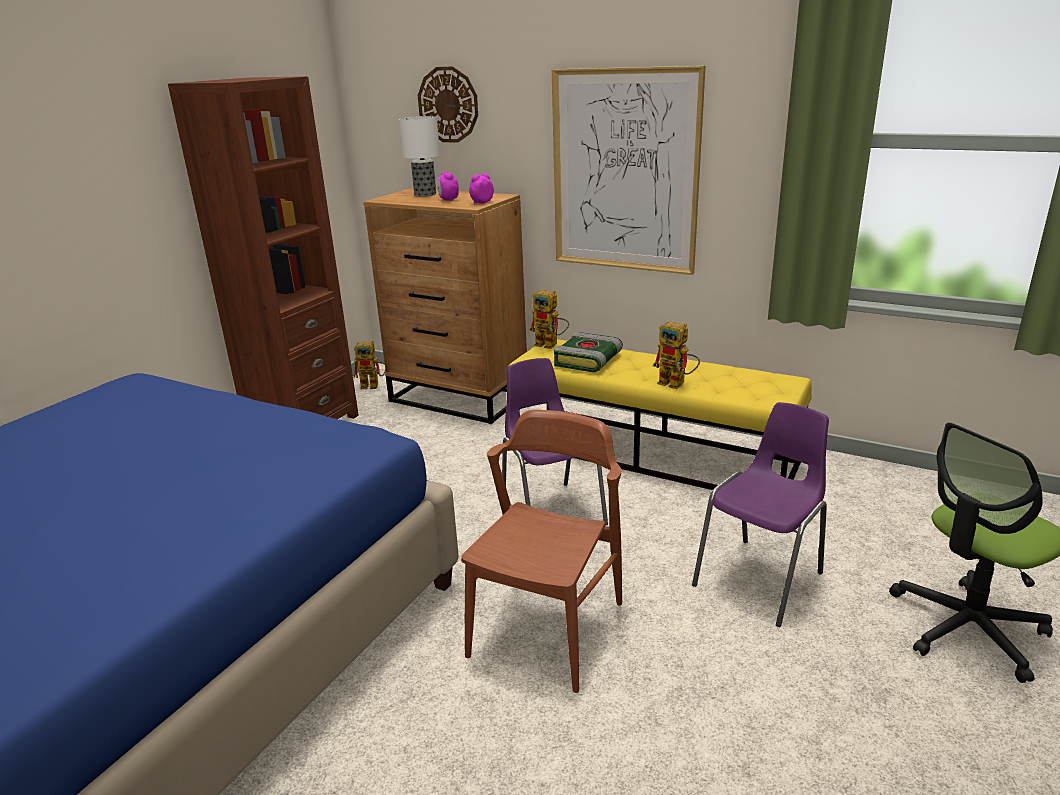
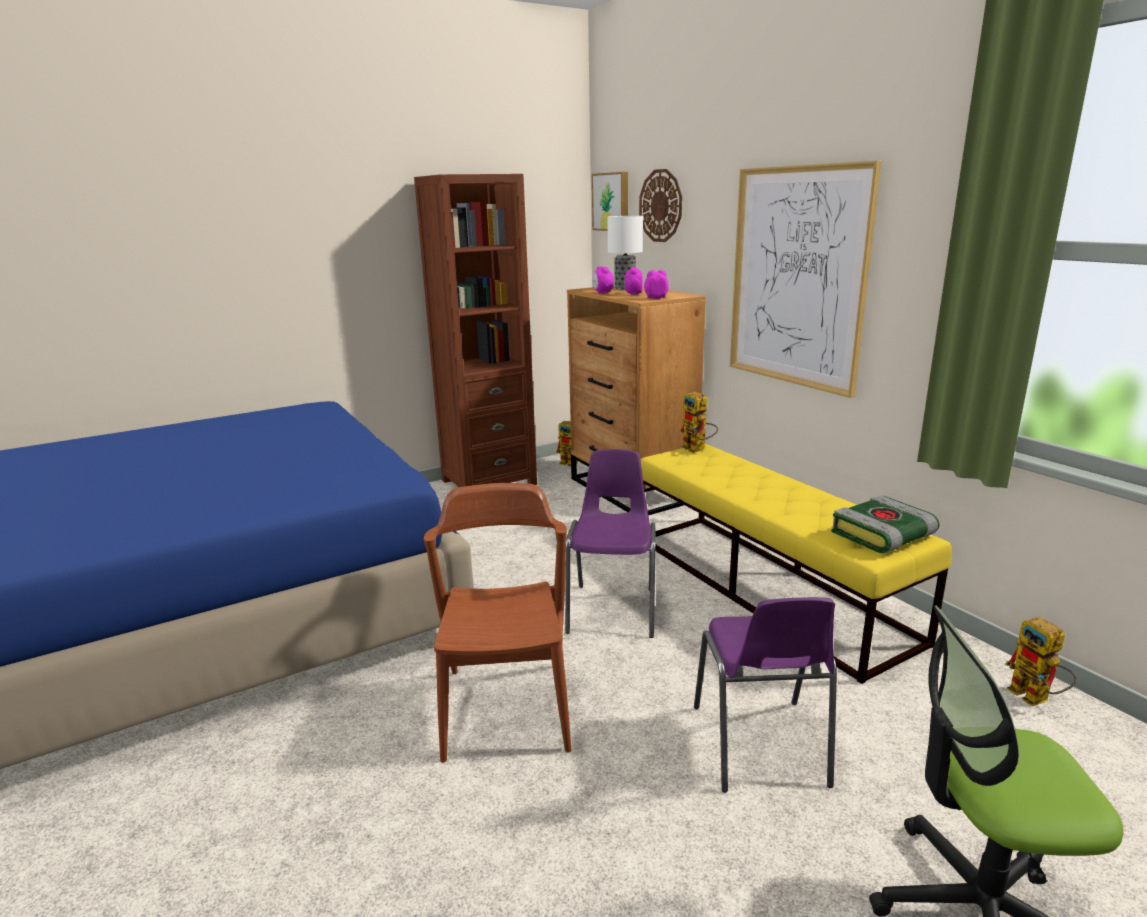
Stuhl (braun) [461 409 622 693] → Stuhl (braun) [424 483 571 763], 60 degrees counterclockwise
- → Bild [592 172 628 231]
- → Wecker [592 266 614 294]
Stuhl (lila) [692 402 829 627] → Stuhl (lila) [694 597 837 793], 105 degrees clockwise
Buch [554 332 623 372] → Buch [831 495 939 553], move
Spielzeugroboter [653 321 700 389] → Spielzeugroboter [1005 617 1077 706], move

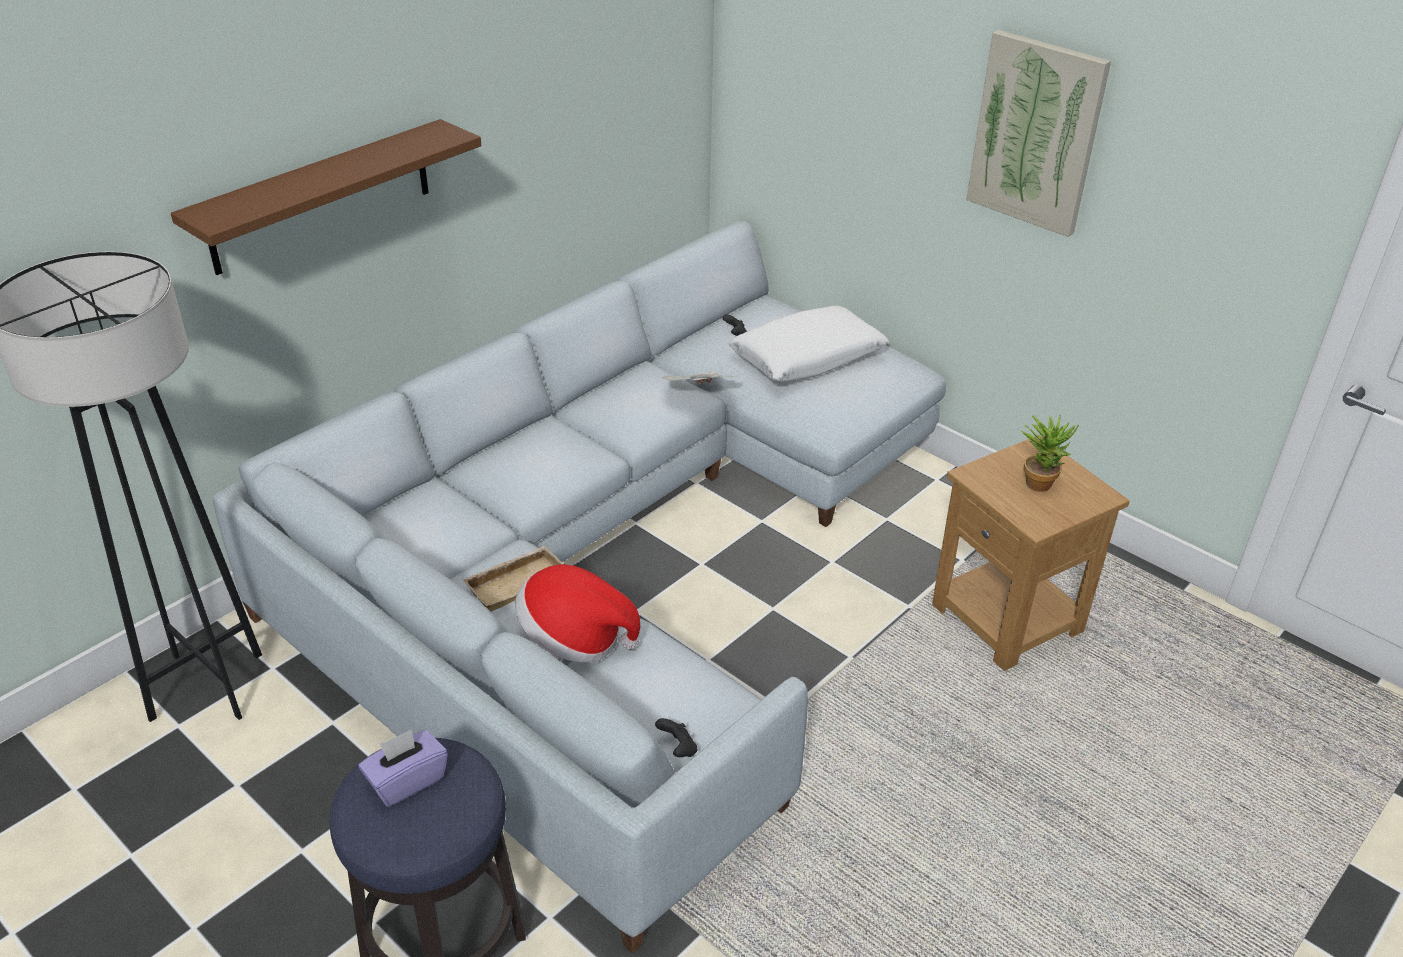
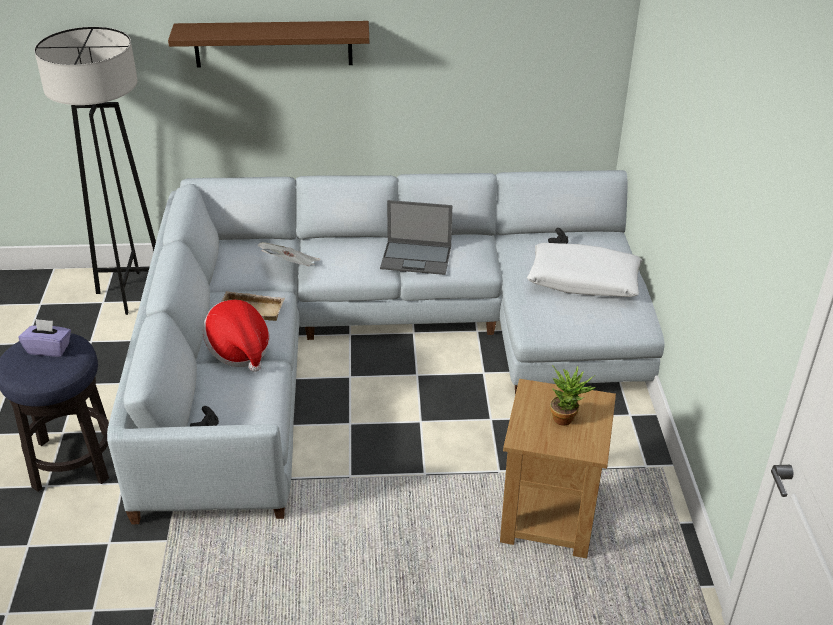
Zeitung [661 372 736 385] → Zeitung [258 242 320 266], move
- → Laptop [380 200 452 275]
Bild [966 30 1111 237] → -

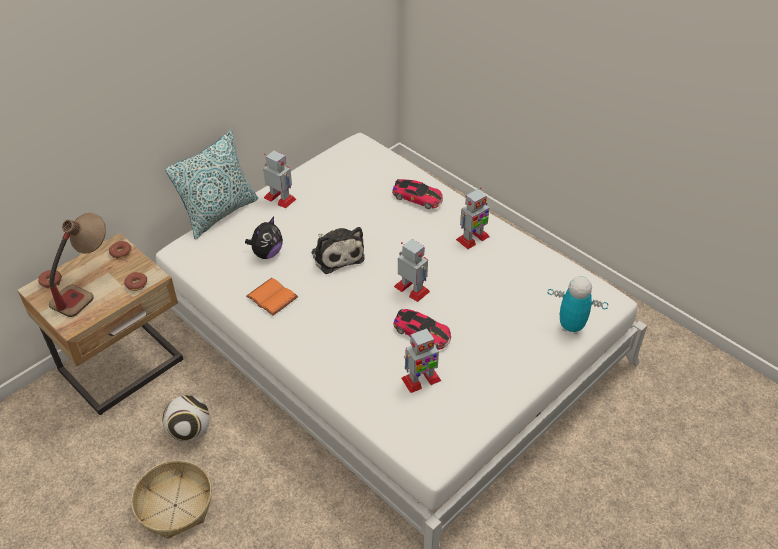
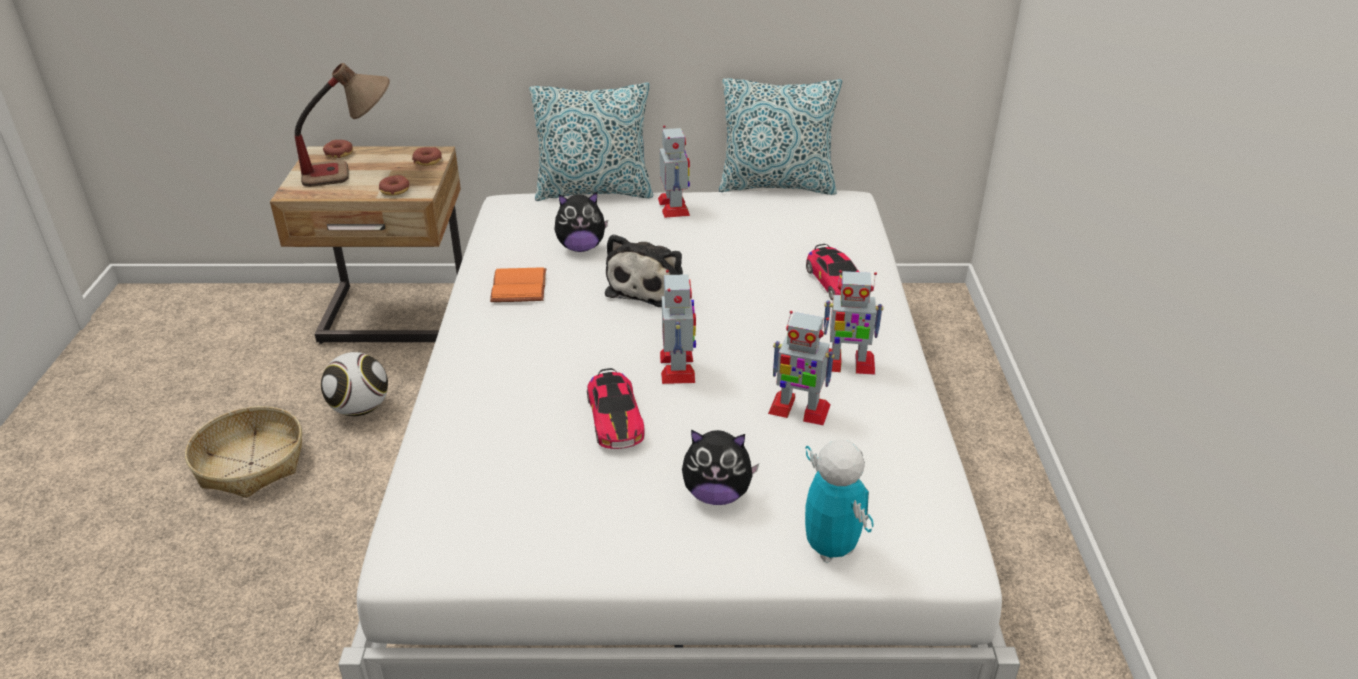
- → Plüschtier [682 430 759 505]
- → Kissen [719 78 842 195]
Spielzeugroboter [401 327 441 393] → Spielzeugroboter [768 311 835 425], move

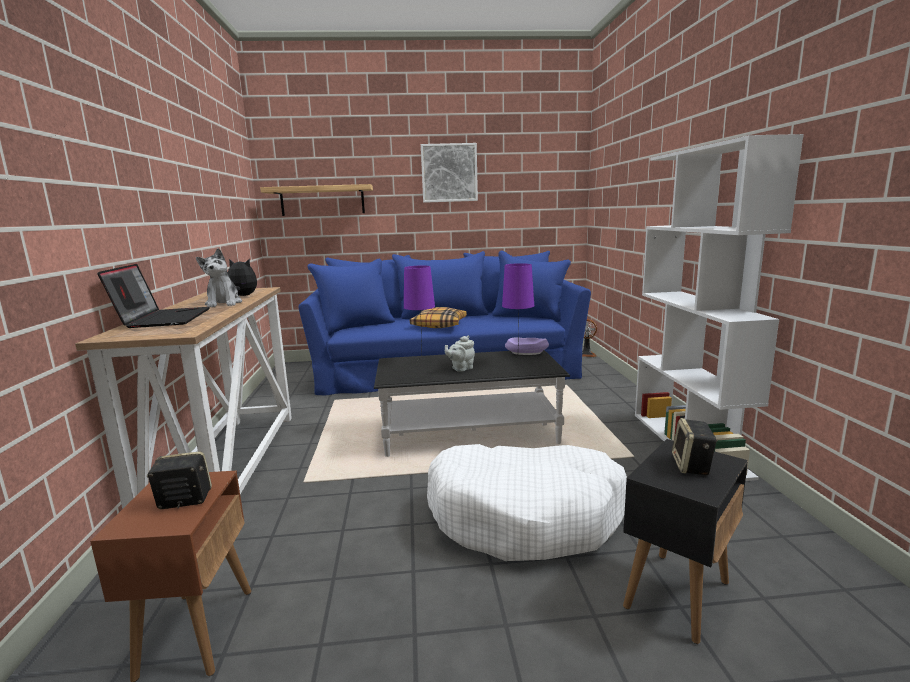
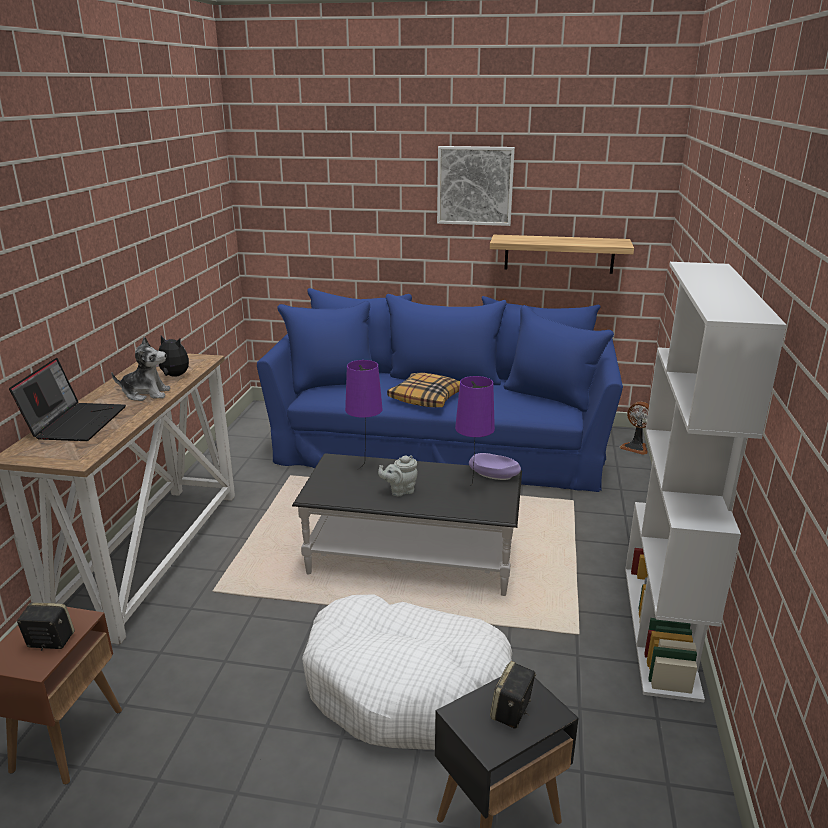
Plüschtier [196 248 242 307] → Plüschtier [111 337 171 401], 90 degrees counterclockwise
Wandregal [260 184 373 216] → Wandregal [490 235 634 274], move

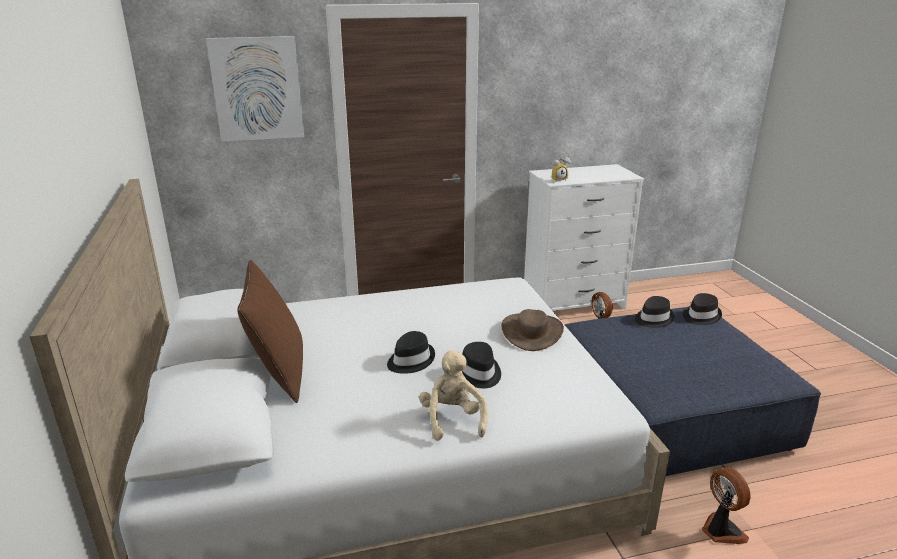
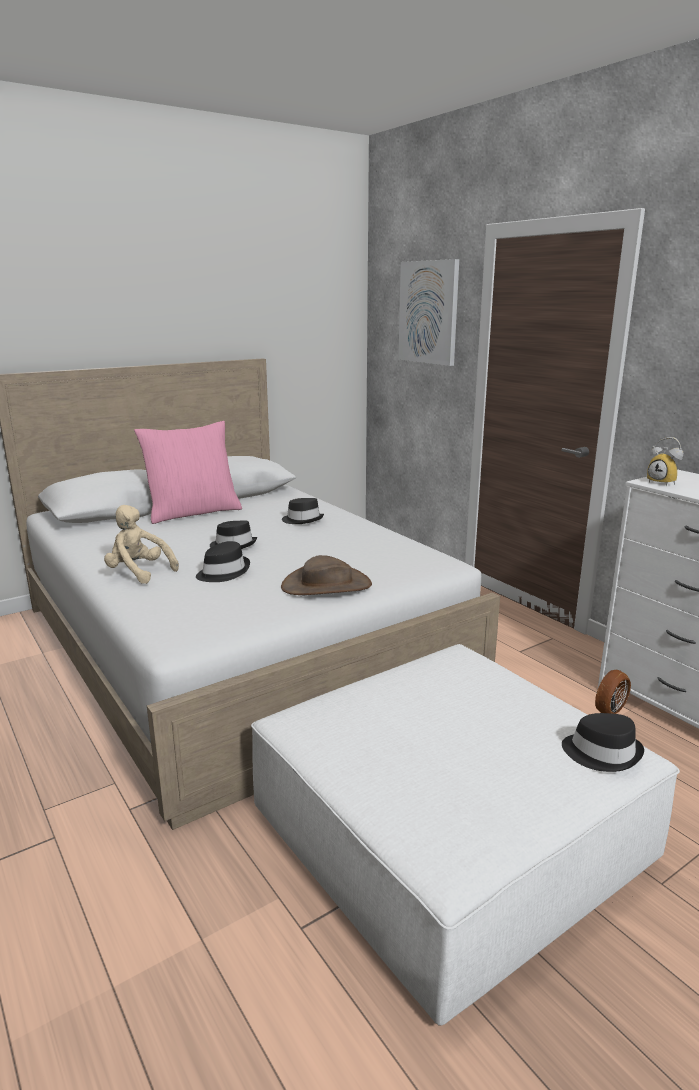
Plüschtier (beige) [419 350 488 441] → Plüschtier (beige) [104 505 179 584], 120 degrees counterclockwise
Kissen (braun) [237 260 303 403] → Kissen (rosa) [134 421 242 524]
Polsterhocker (blau) [565 307 821 476] → Polsterhocker (weiß) [251 644 680 1026]
Hut (schwarz) [635 296 674 328] → Hut (schwarz) [282 498 324 524], move
Ventilator [702 467 751 544] → -

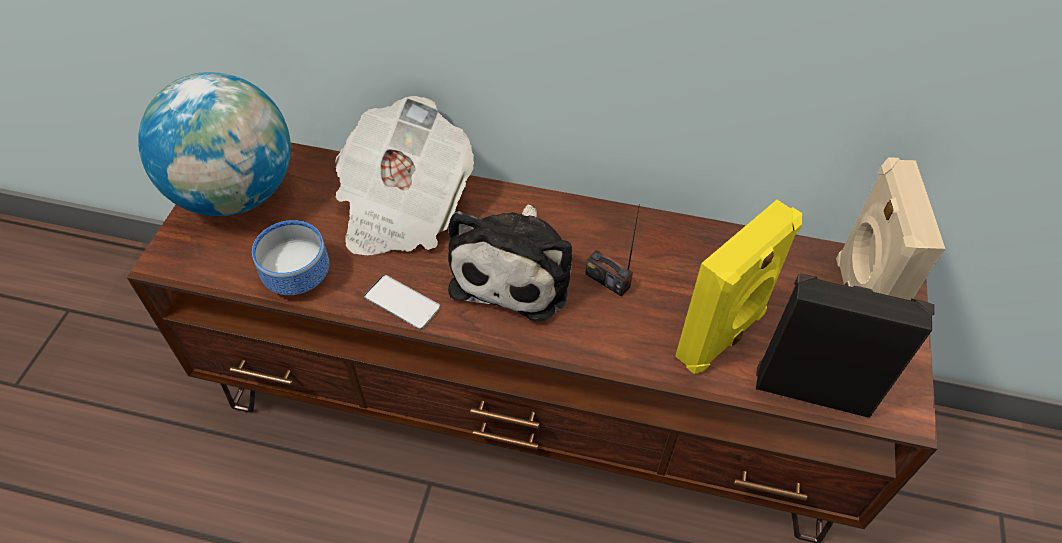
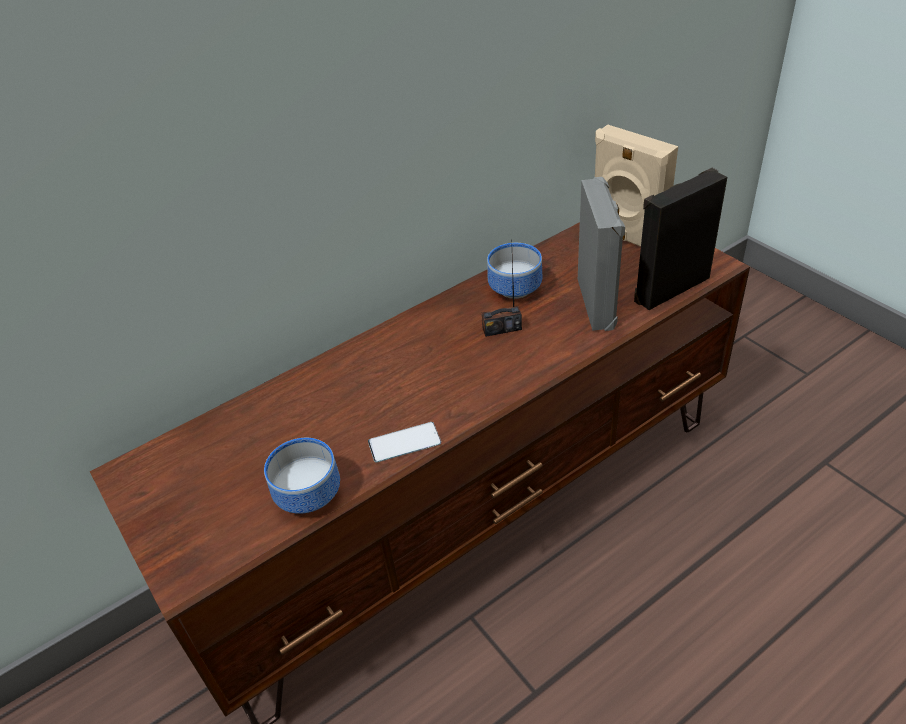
- → Schüssel [487 243 542 299]
Lautsprecher (gelb) [675 200 802 374] → Lautsprecher (grau) [578 177 625 331]
Globus [138 72 291 216] → -
Zeitung [334 96 474 255] → -
Plüschtier [448 205 572 321] → -

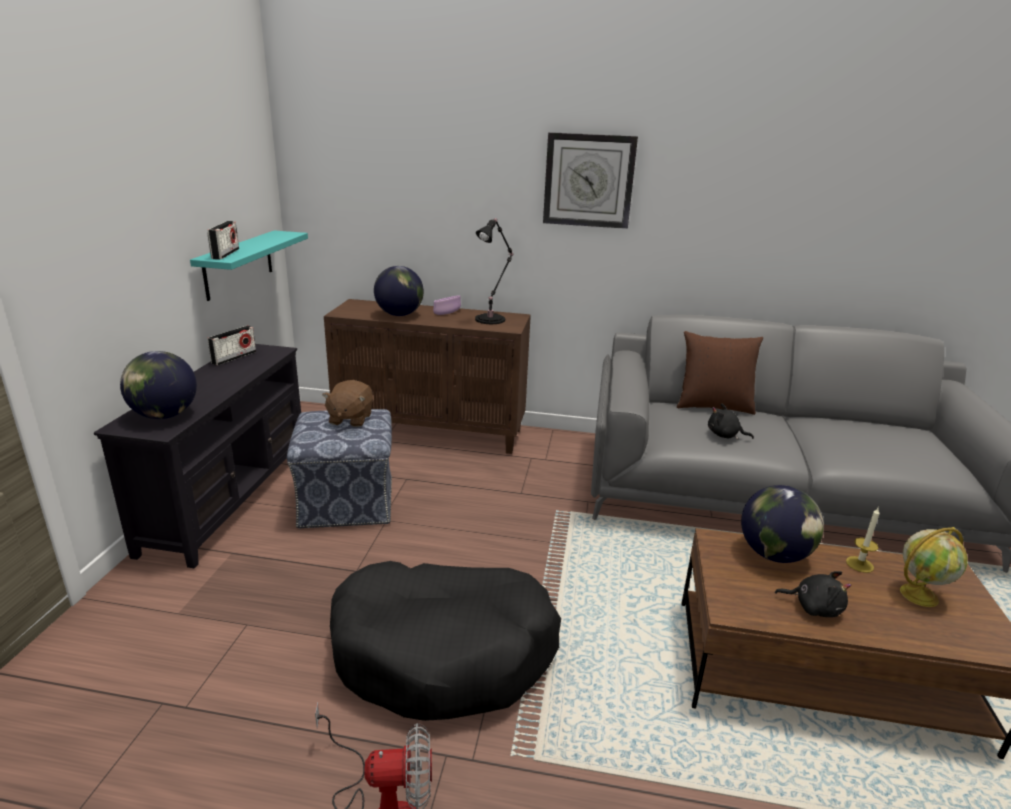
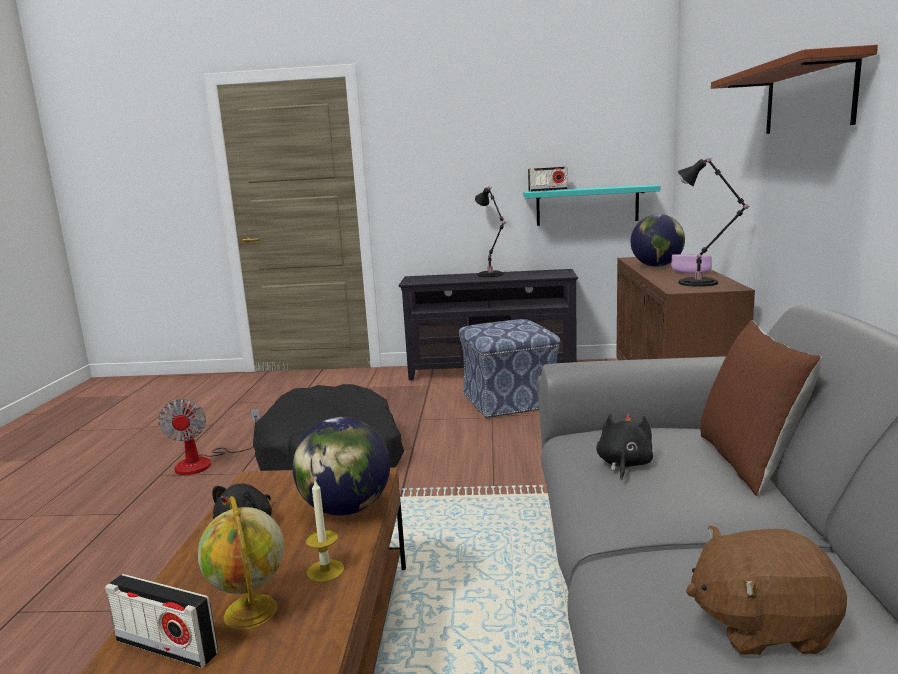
Radio [208 325 256 365] → Radio [105 574 218 668], move
- → Tischlampe (schwarz) [475 187 507 277]
Plüschtier (braun) [322 380 373 427] → Plüschtier (braun) [686 525 847 655], move
Wanduhr [543 132 638 229] → Wandregal (braun) [711 45 878 134]
Globus [120 351 197 419] → -

